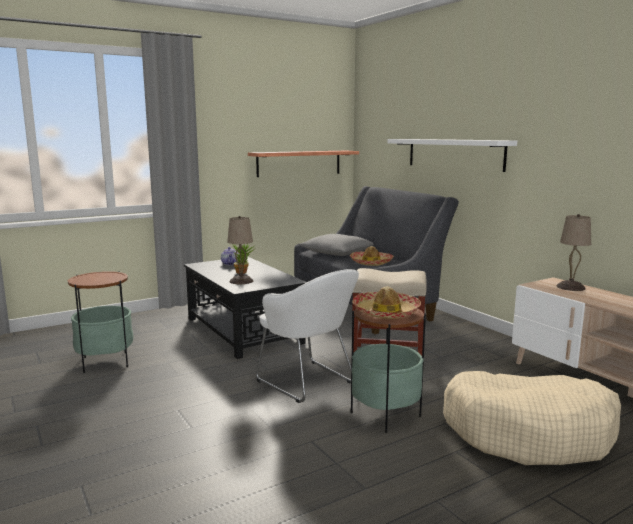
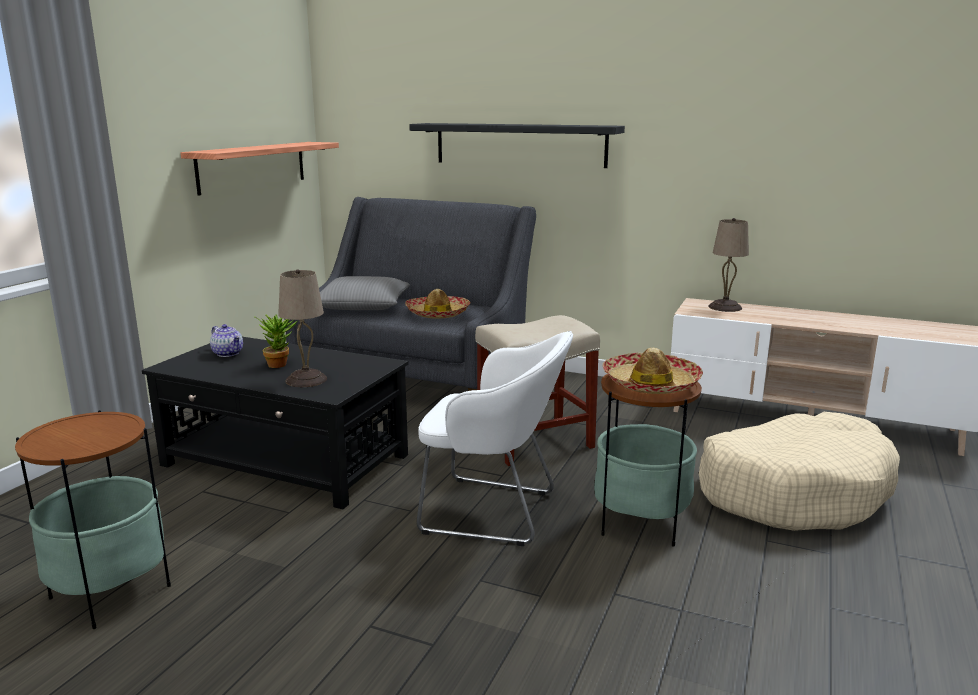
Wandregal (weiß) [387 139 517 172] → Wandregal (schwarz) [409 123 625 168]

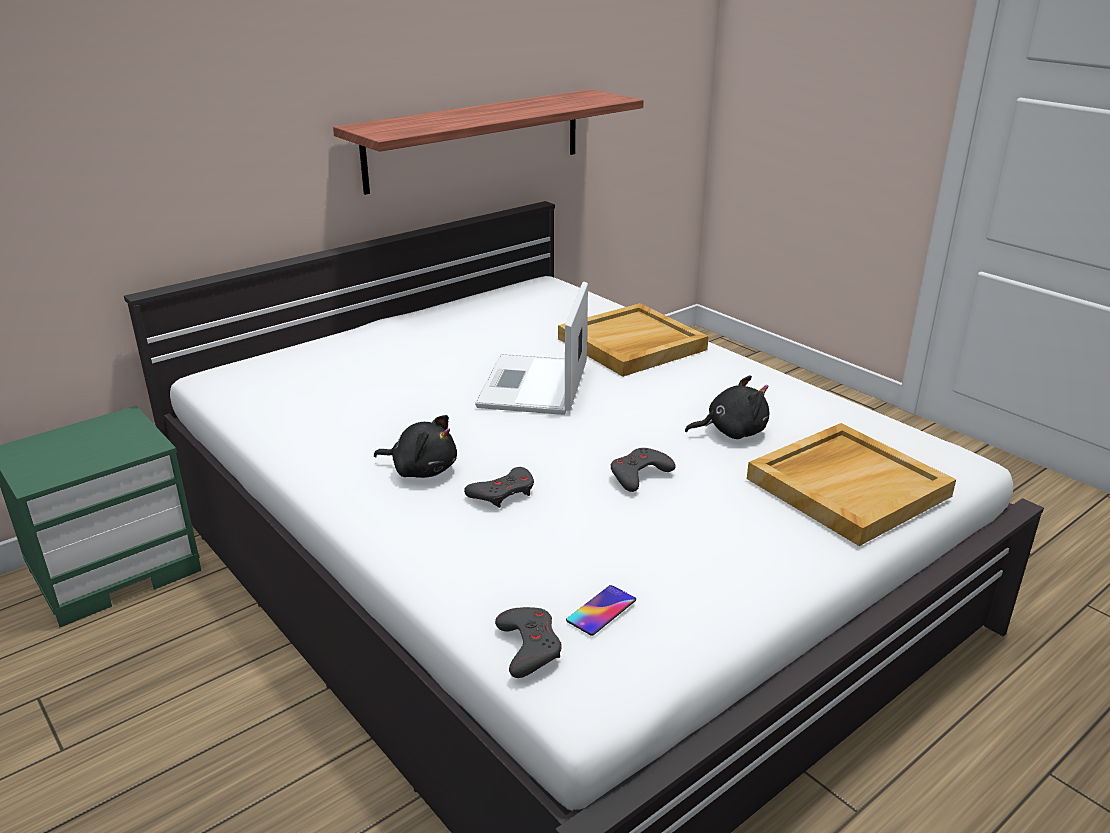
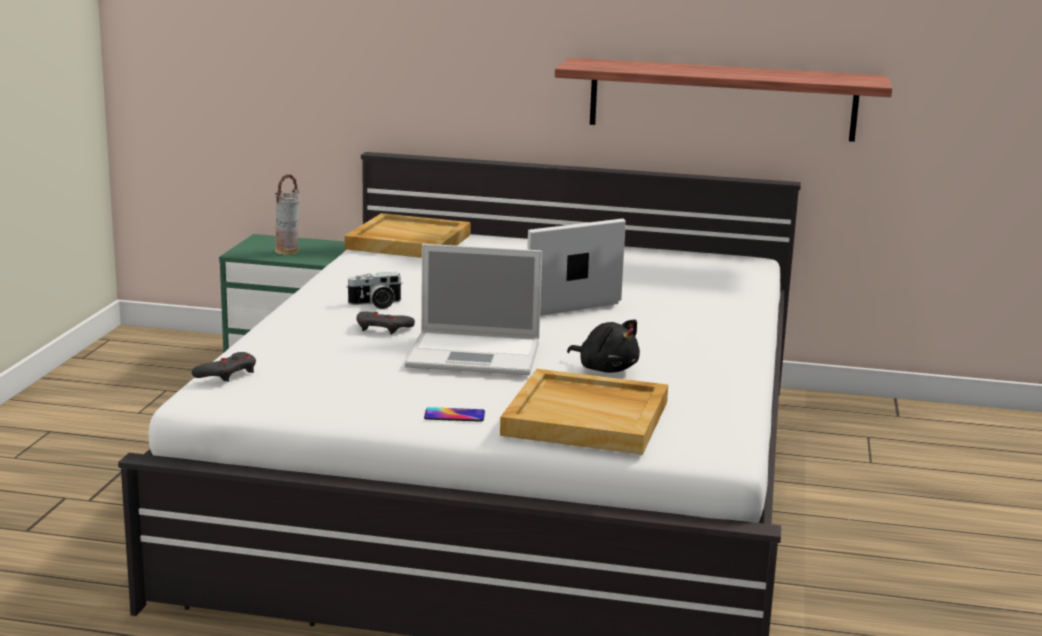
- → Vase [275 174 300 255]
Tablett (beige) [558 303 709 377] → Tablett (beige) [345 213 471 258], move
Plüschtier (schwarz) [374 415 457 478] → Kamera [346 272 403 309]
Gamepad (grau) [611 448 676 492] → Laptop [405 244 542 375]
Handy [566 585 636 636] → Handy [424 407 485 422], move

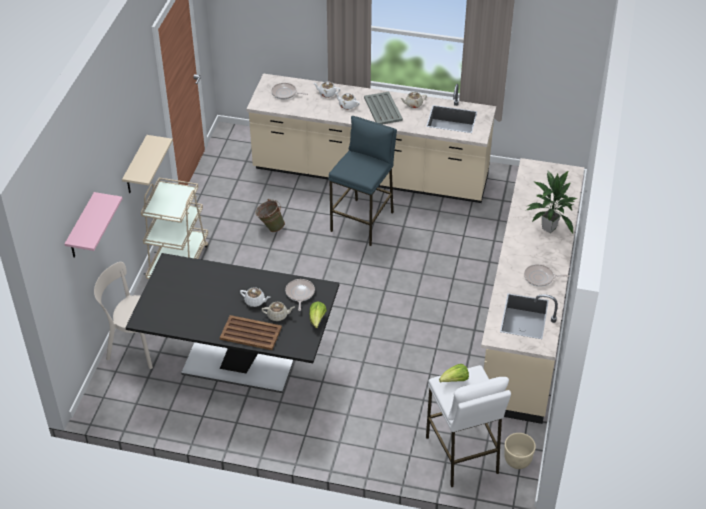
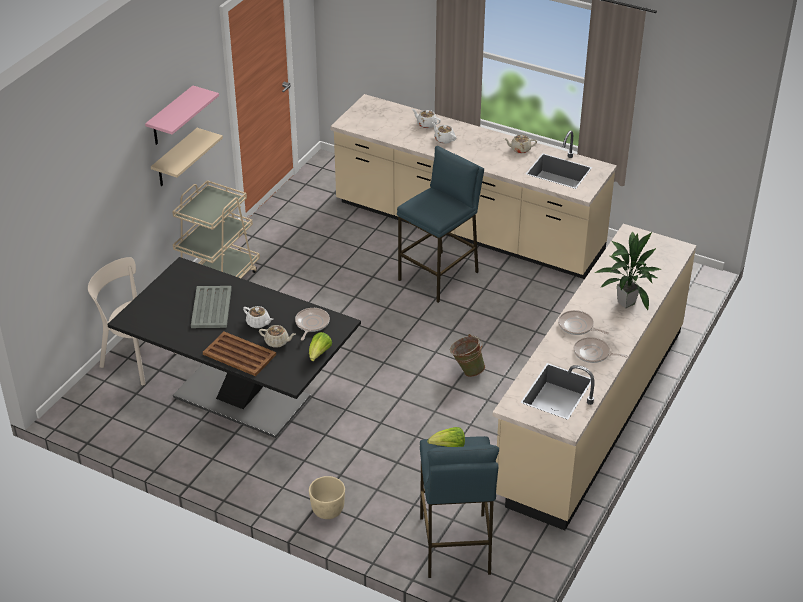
Wandregal (rosa) [65 192 123 258] → Wandregal (rosa) [145 86 219 145], move
Tablett (grau) [364 92 403 124] → Tablett (grau) [191 286 232 328], move
Pflanzkübel (beige) [504 433 536 469] → Pflanzkübel (beige) [309 476 345 519], move
Hocker (weiß) [426 365 511 488] → Hocker (blau) [420 436 499 578]
Eimer (grün) [255 199 285 232] → Eimer (grün) [450 334 485 377], move
Pfanne [271 83 308 99] → Pfanne [558 310 609 335], move

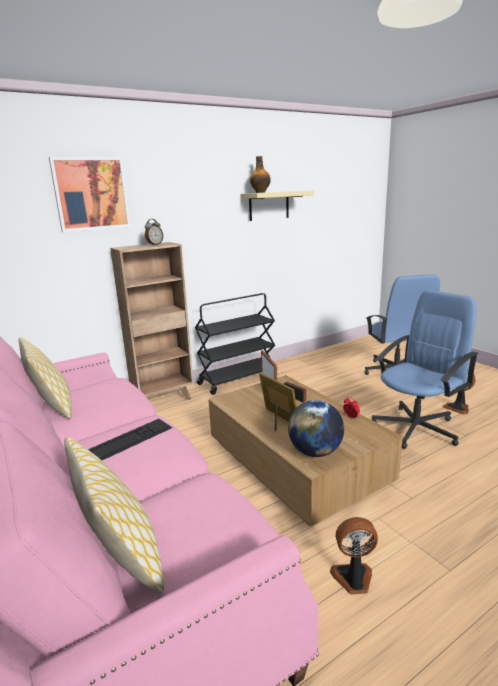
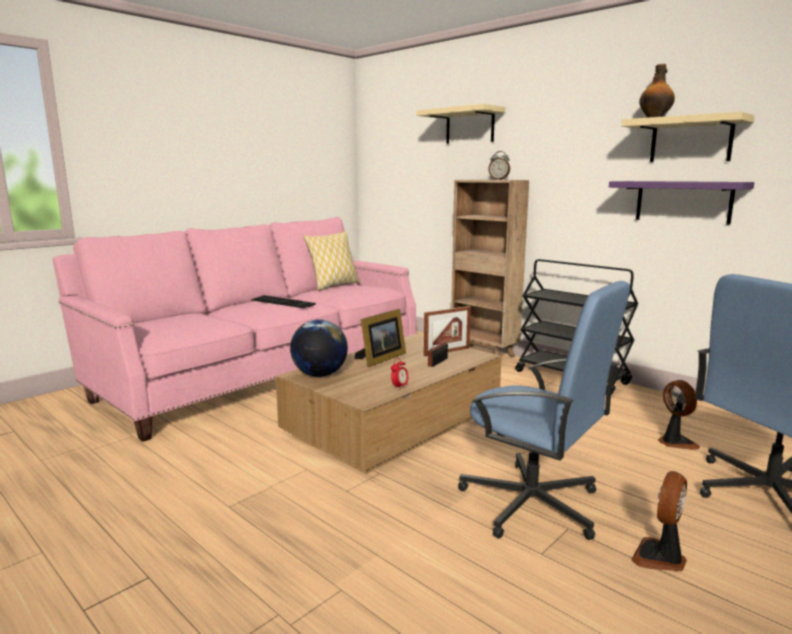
Bild [49 157 131 232] → Wandregal (beige) [416 104 505 144]
- → Wandregal (lila) [609 181 754 225]
Ventilator [330 517 378 595] → Ventilator [658 380 700 450], move
Kissen [64 437 164 594] → -

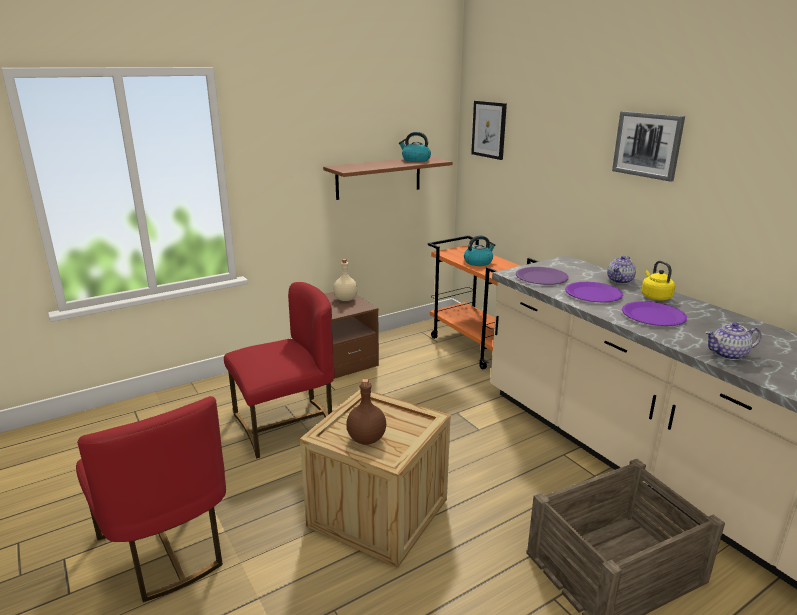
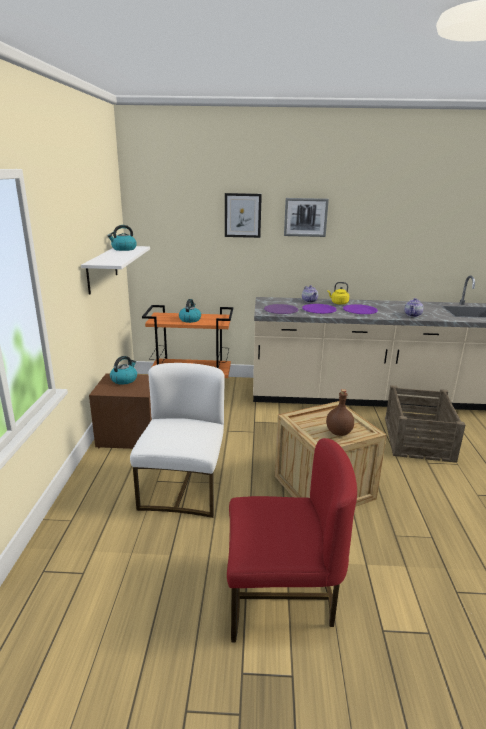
Wandregal (braun) [323 157 453 200] → Wandregal (weiß) [81 246 150 294]
Flasche (beige) [334 259 358 301] → Wasserkessel [110 356 137 385]
Stuhl (rot) [224 282 335 458] → Stuhl (weiß) [130 363 225 518]
Bild [471 101 507 160] → Bild [225 193 262 238], move

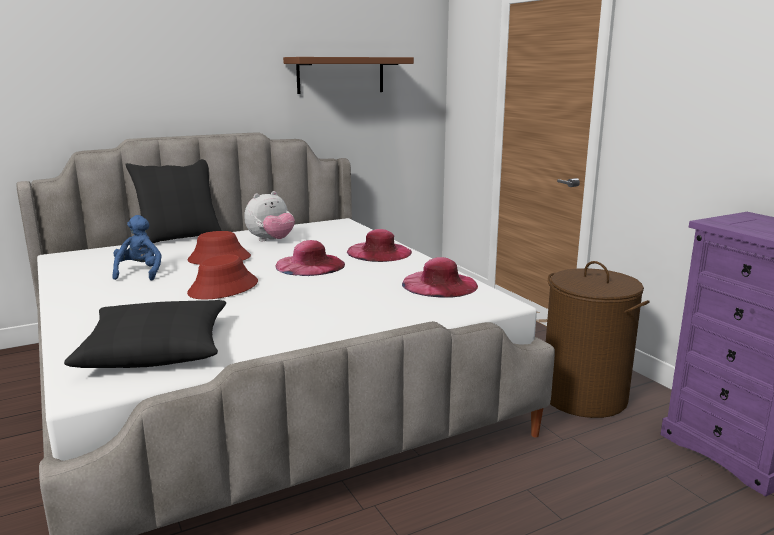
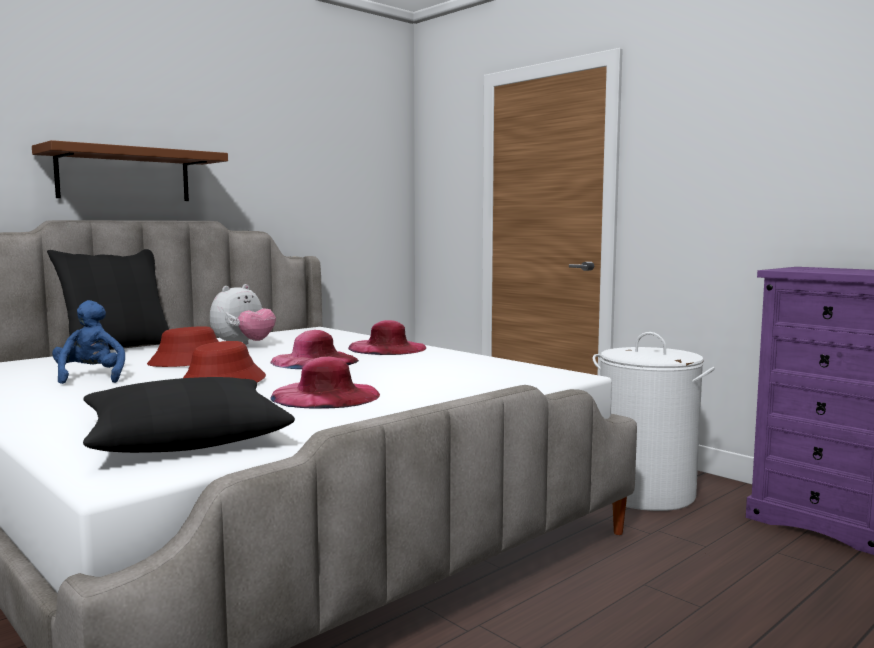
Wandregal (braun) [283 57 414 94] → Wandregal (braun) [32 140 228 201], move
Hut (rosa) [402 257 478 298] → Hut (rosa) [271 357 380 409], move
Wäschekorb (braun) [546 261 650 418] → Wäschekorb (weiß) [593 332 715 511]

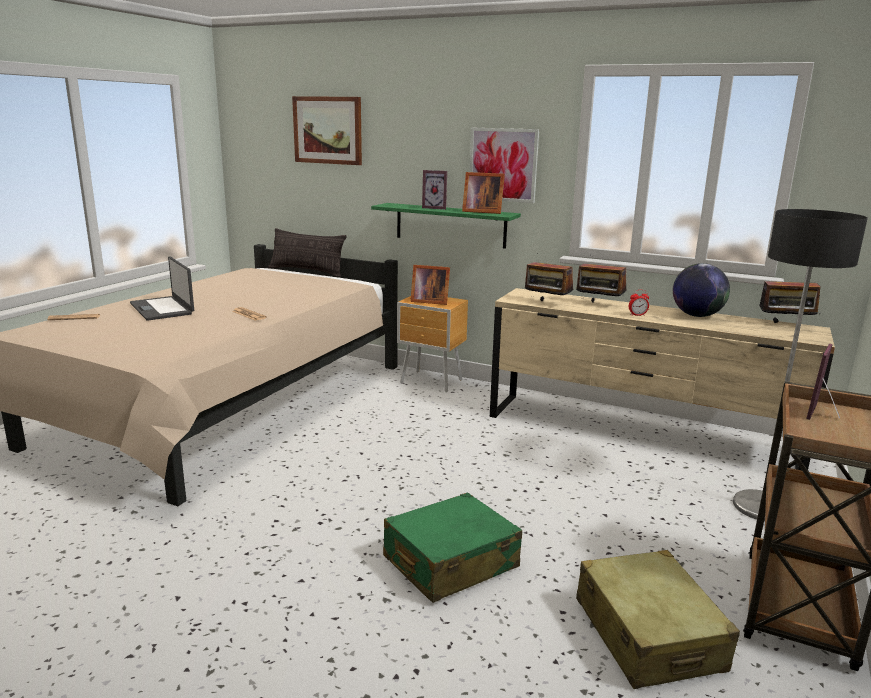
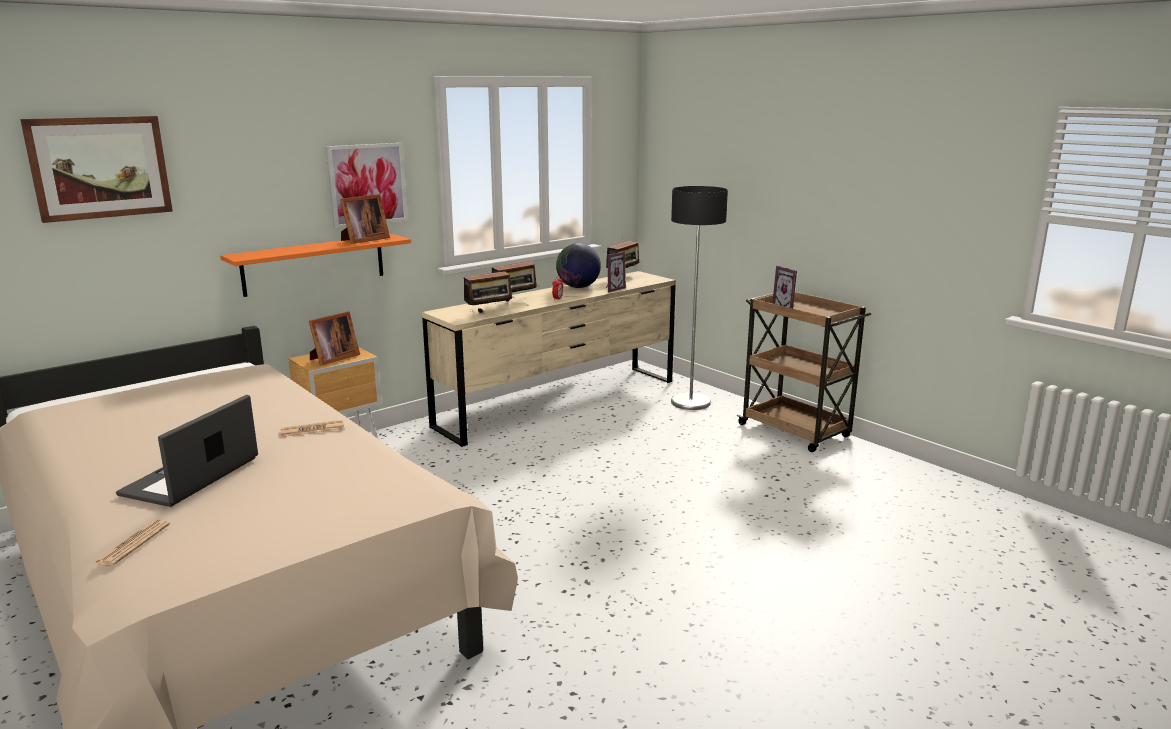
Laptop [130 256 194 321] → Laptop [116 395 258 507], 120 degrees clockwise
Wandregal (grün) [371 203 521 249] → Wandregal (orange) [220 234 411 297]
Bilderrahmen [422 170 447 210] → Bilderrahmen [606 251 626 293], move
Kissen [268 228 346 277] → -
Koffer (grün) [383 492 522 603] → -
Koffer (beige) [576 550 740 689] → -

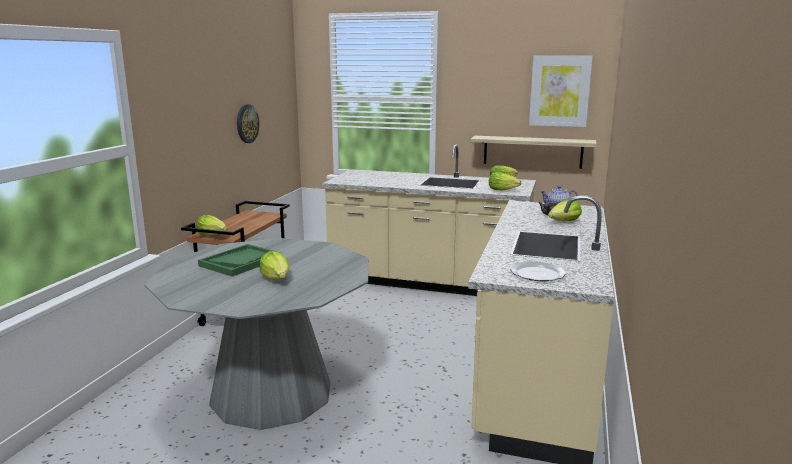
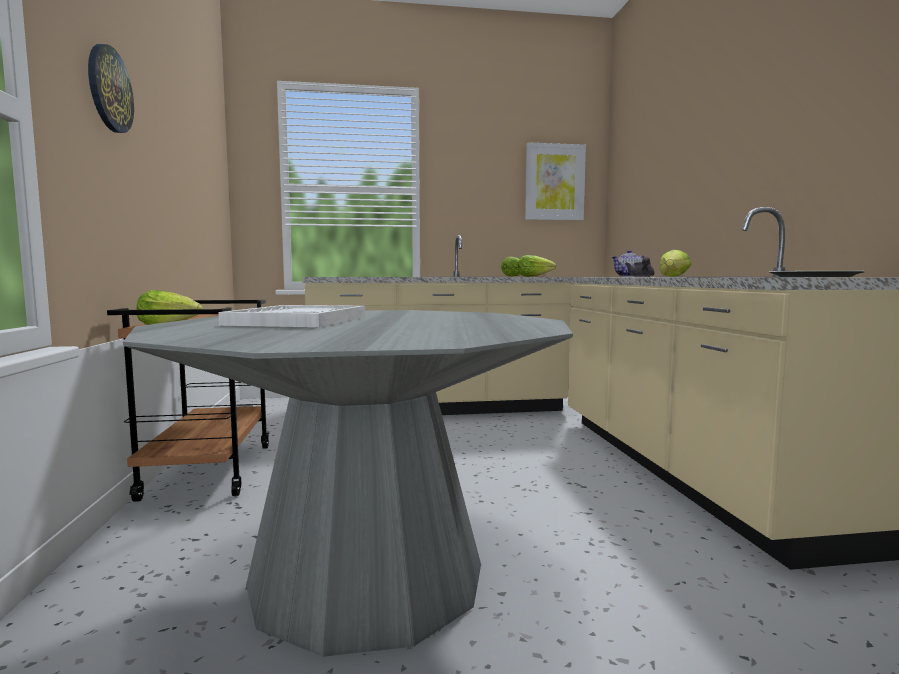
Wanduhr [237 104 259 143] → Wanduhr [88 44 134 133], move
Tablett (grün) [198 244 281 277] → Tablett (weiß) [218 305 365 328]
Salatkopf [260 251 290 280] → -
Wandregal [470 136 597 169] → -

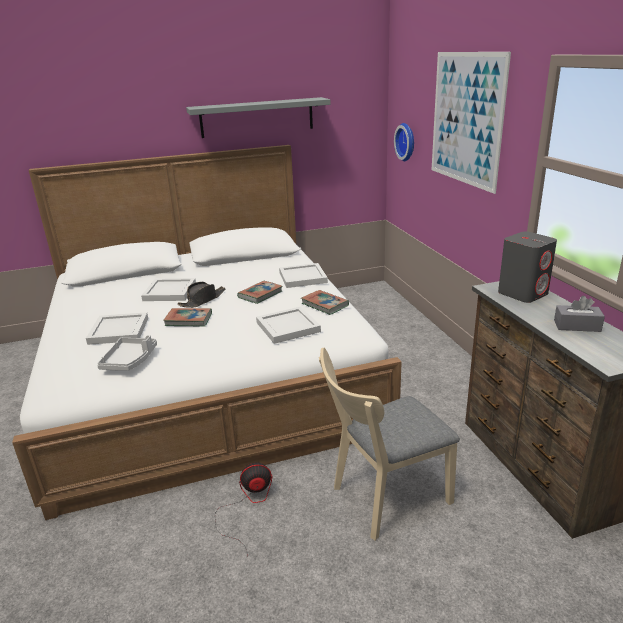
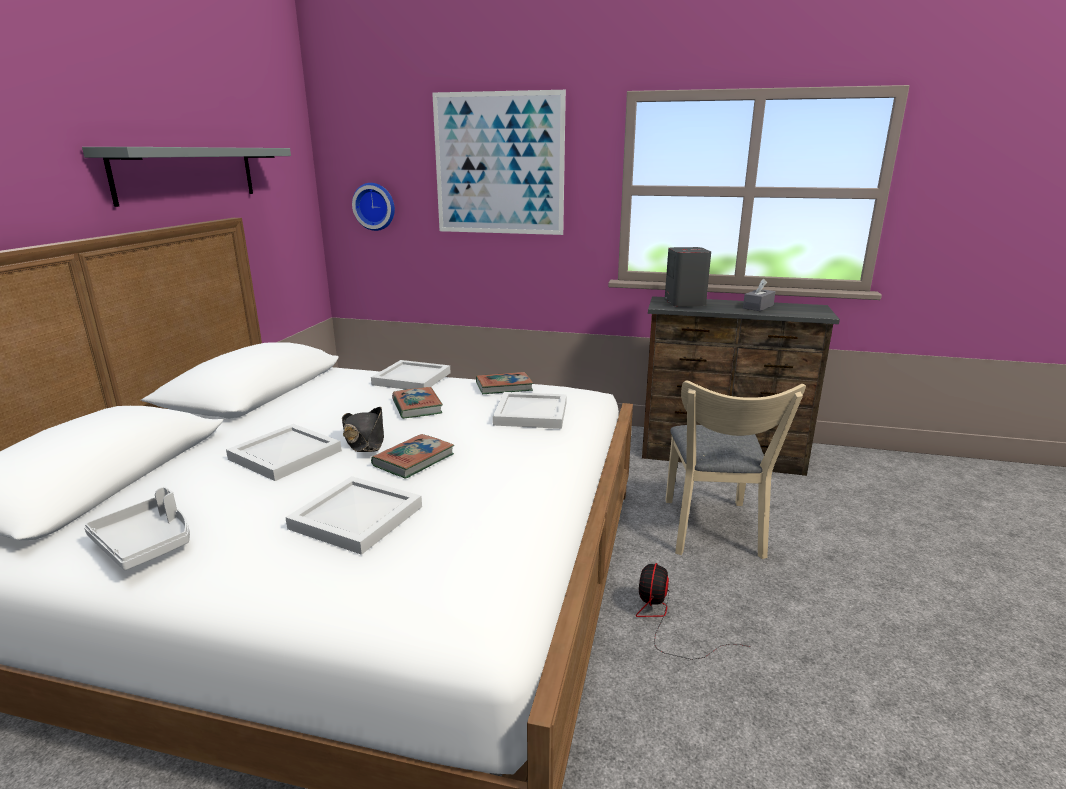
Tablett (grau) [97 335 157 371] → Tablett (grau) [84 487 190 570], move

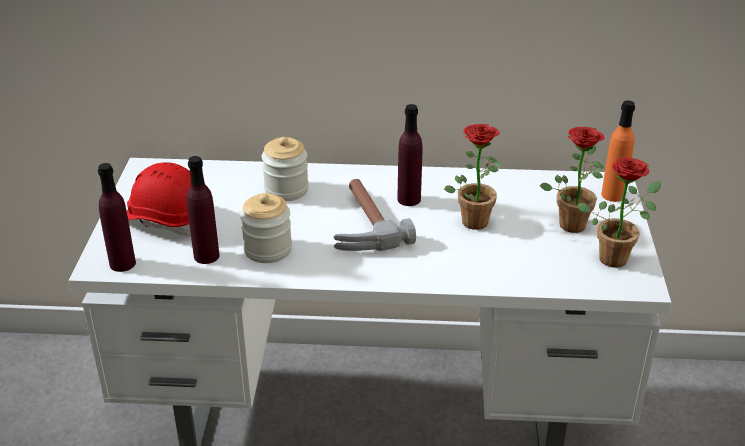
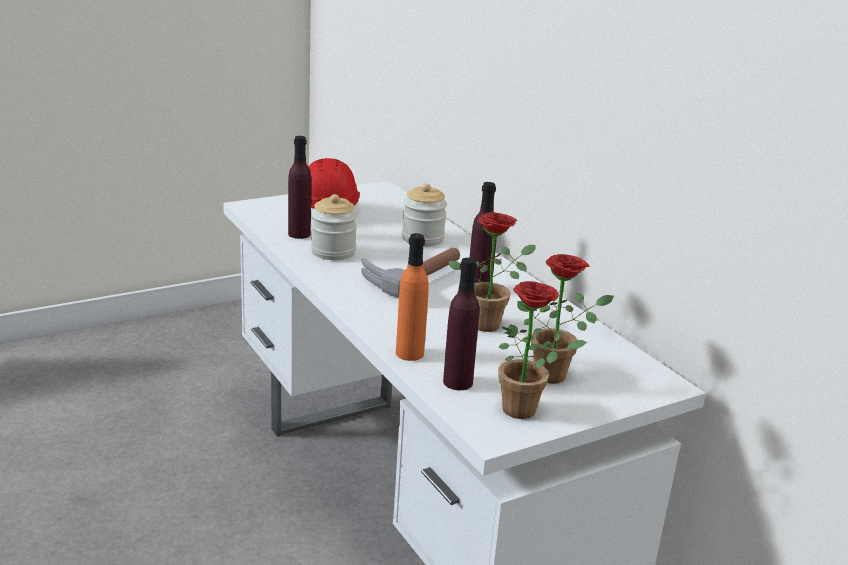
Flasche (orange) [601 100 635 202] → Flasche (orange) [396 233 429 361], move
Flasche (lila) [98 163 136 272] → Flasche (lila) [443 258 479 390], move

